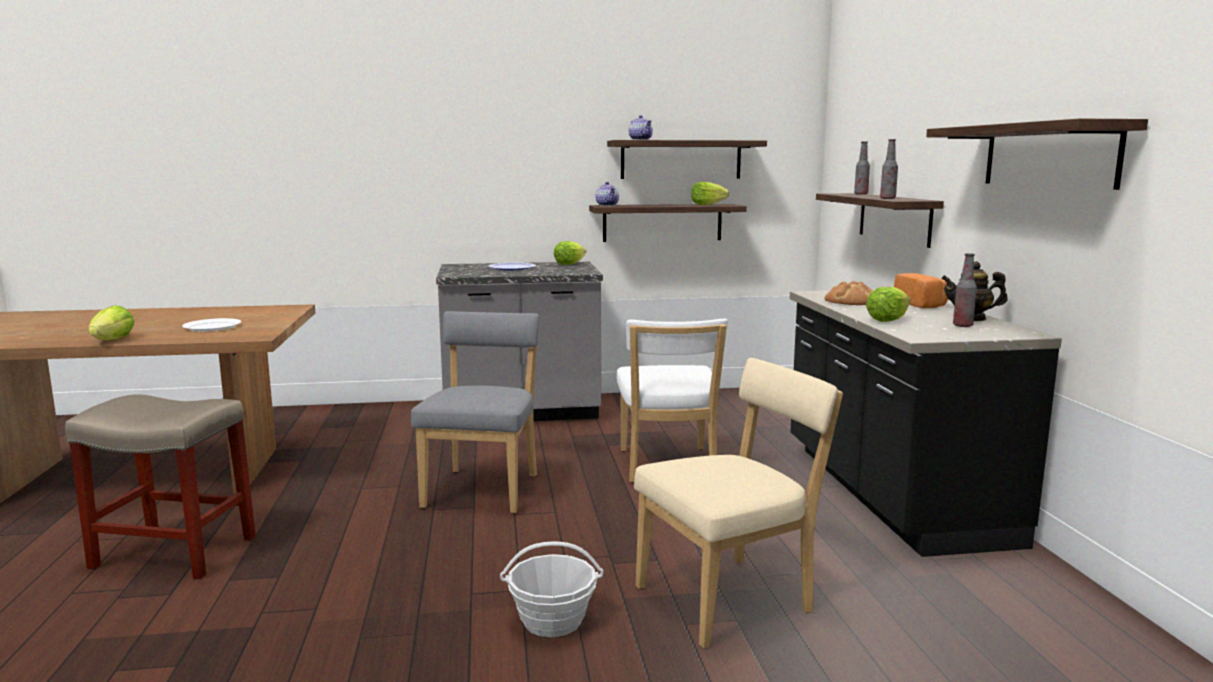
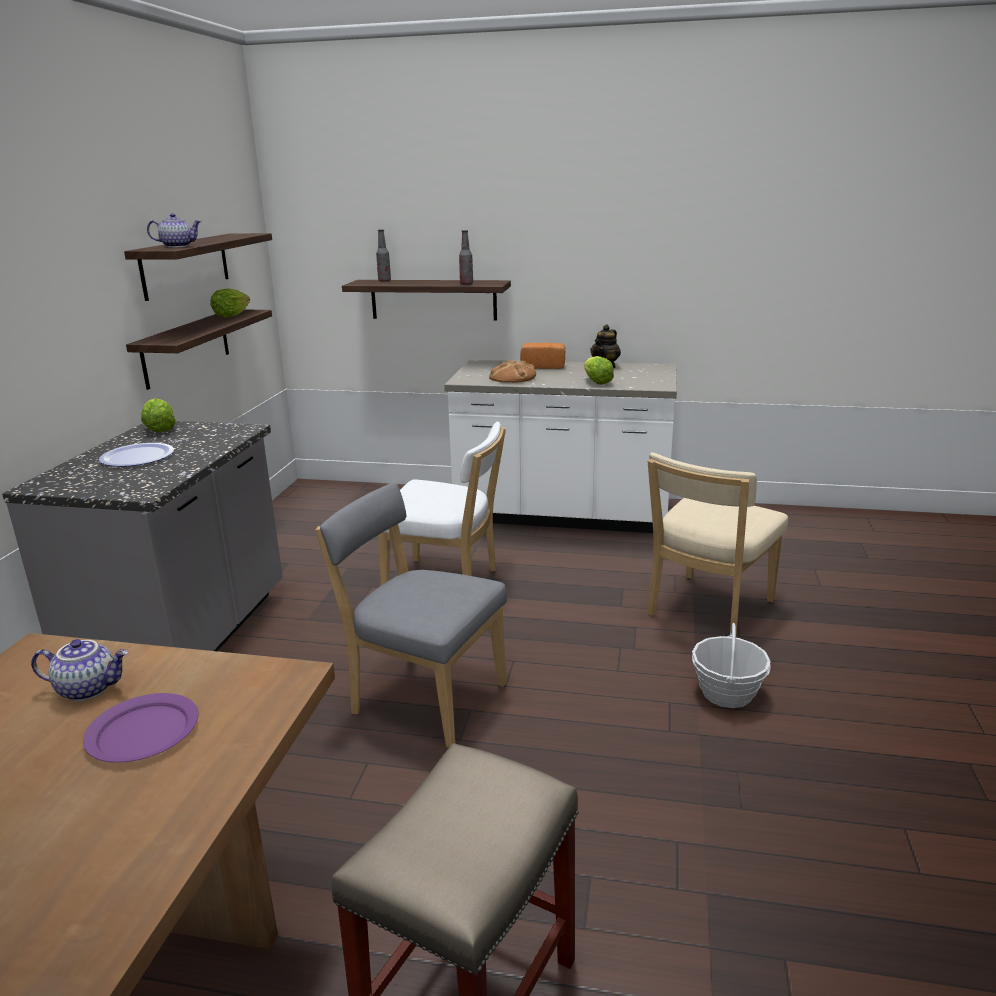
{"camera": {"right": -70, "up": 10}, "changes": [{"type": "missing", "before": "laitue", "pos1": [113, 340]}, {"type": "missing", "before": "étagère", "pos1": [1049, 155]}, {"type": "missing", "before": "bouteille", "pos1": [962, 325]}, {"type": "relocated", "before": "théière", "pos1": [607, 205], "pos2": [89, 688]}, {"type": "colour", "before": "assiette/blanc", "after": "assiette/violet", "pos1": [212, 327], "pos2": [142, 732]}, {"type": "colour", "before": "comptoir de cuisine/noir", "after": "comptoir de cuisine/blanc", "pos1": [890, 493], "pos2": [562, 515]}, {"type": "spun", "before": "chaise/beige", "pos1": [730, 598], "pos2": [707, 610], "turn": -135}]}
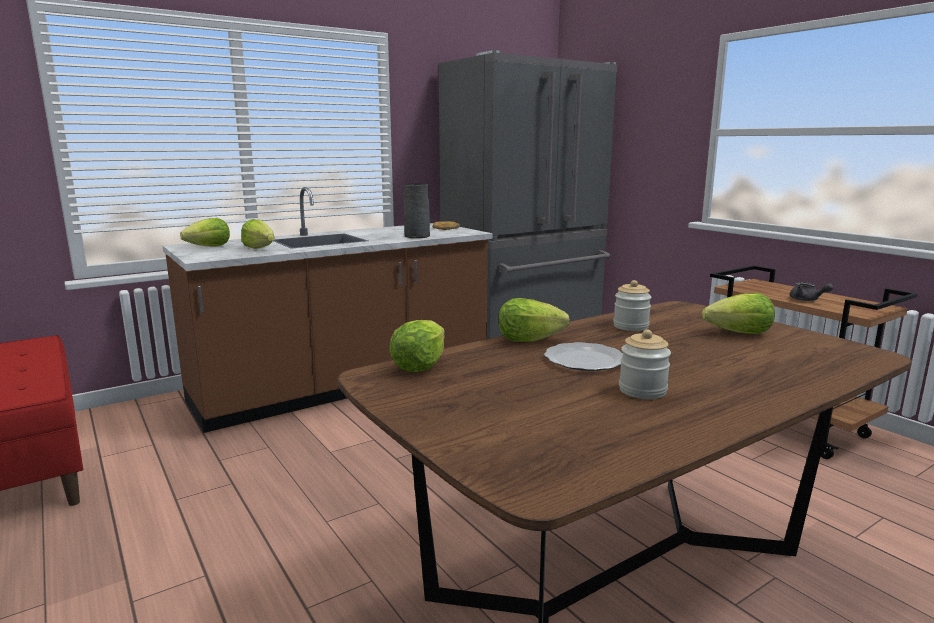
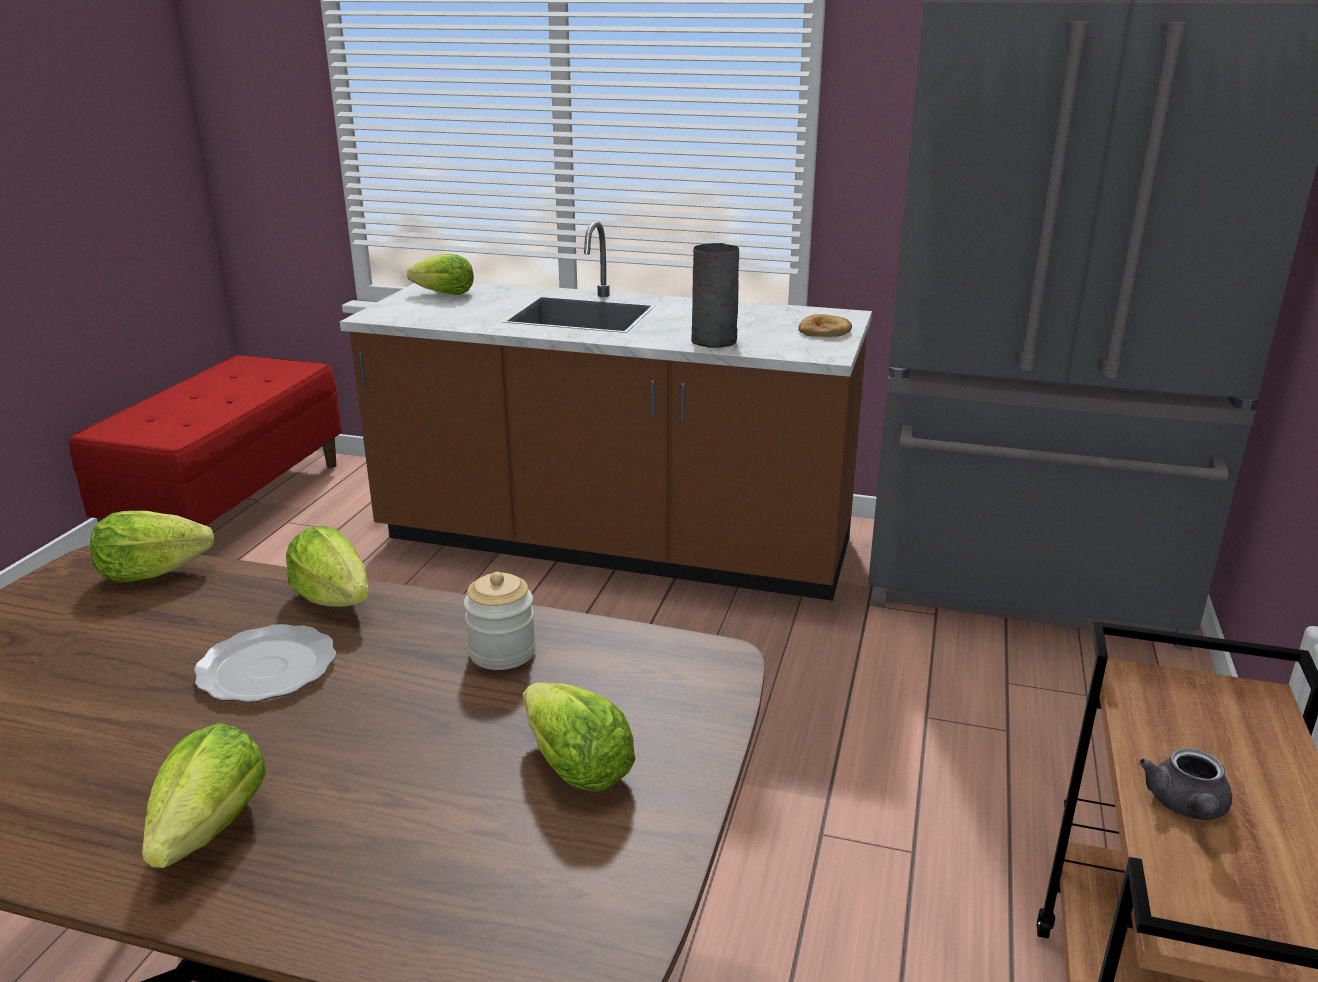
{"camera": {"right": 50, "up": 10}, "changes": [{"type": "missing", "before": "bocal", "pos1": [642, 390]}, {"type": "relocated", "before": "laitue", "pos1": [260, 248], "pos2": [212, 828]}]}
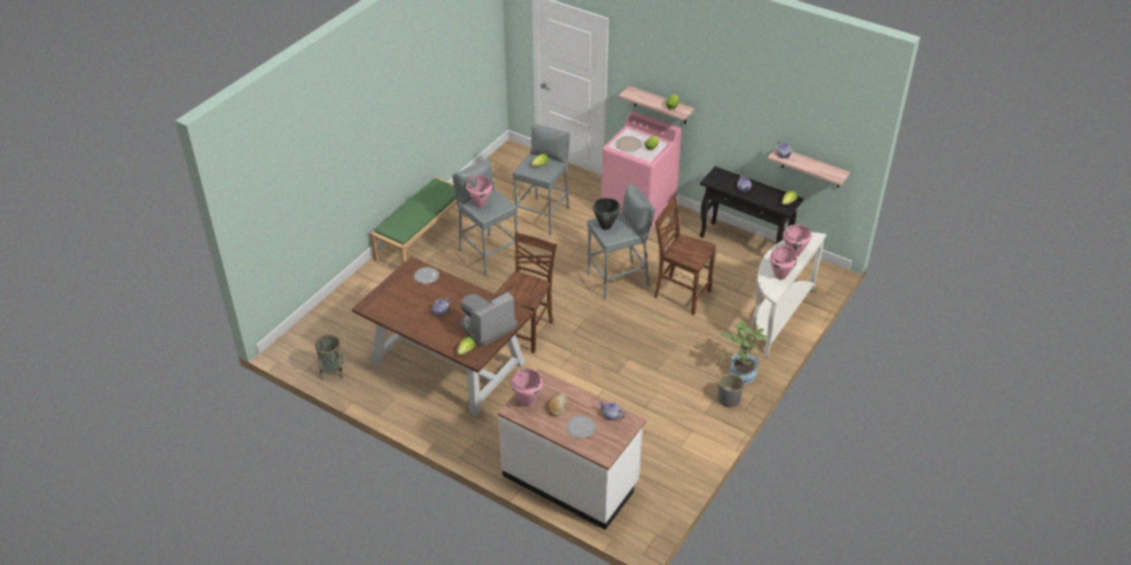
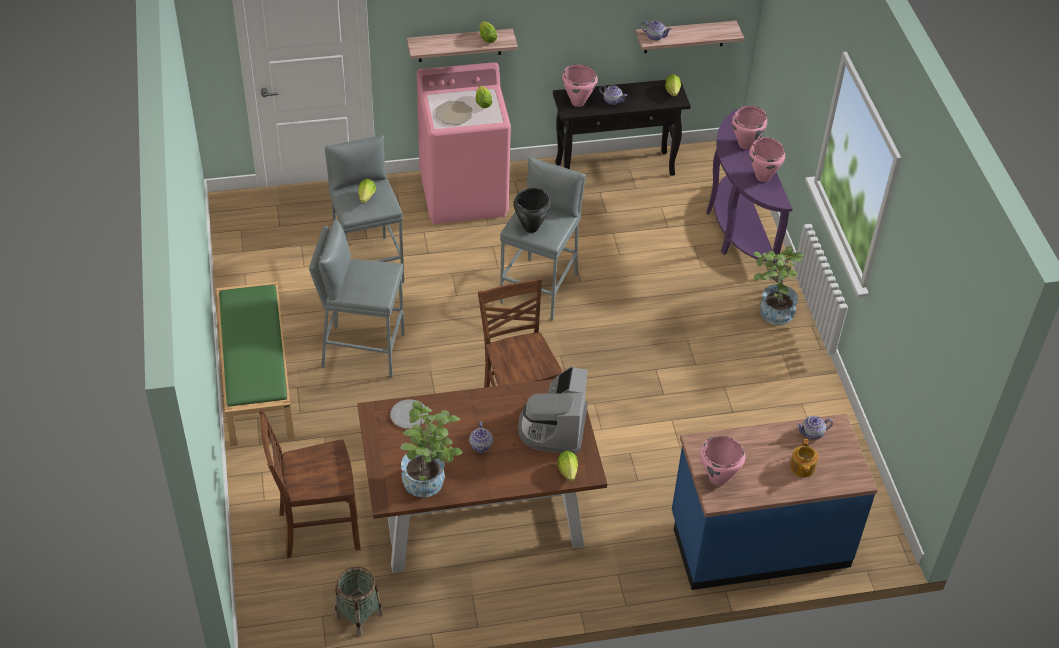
{"camera": {"right": -45, "up": 5}, "changes": [{"type": "missing", "before": "pain", "pos1": [557, 407]}, {"type": "missing", "before": "cache-pot/gris", "pos1": [729, 399]}, {"type": "appeared", "after": "plante en pot", "pos2": [429, 482]}, {"type": "relocated", "before": "marmite/rose", "pos1": [480, 204], "pos2": [577, 102]}, {"type": "relocated", "before": "chaise/marron", "pos1": [681, 294], "pos2": [317, 529]}, {"type": "exchanged", "before": "assiette", "after": "théière", "pos1": [580, 427], "pos2": [802, 467]}, {"type": "colour", "before": "comptoir de cuisine/blanc", "after": "comptoir de cuisine/bleu", "pos1": [571, 479], "pos2": [759, 541]}, {"type": "colour", "before": "table console/blanc", "after": "table console/violet", "pos1": [777, 317], "pos2": [736, 230]}]}
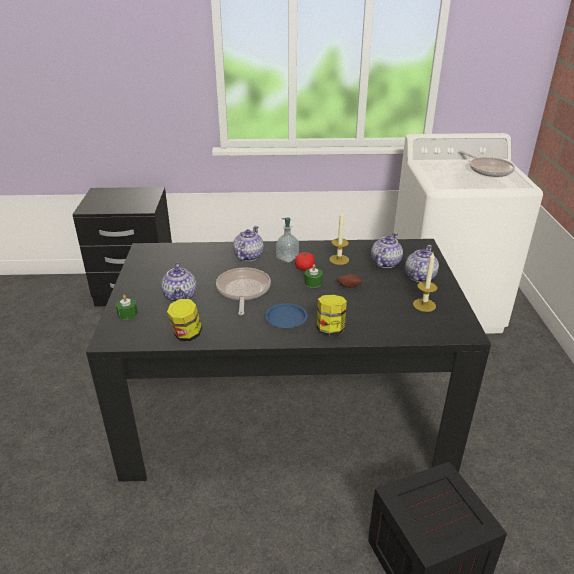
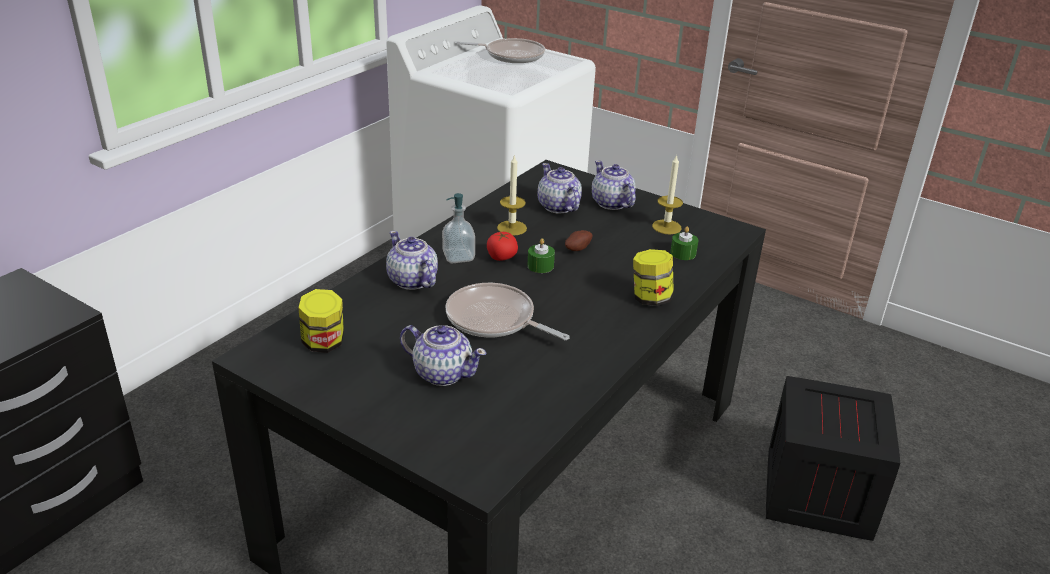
{"camera": {"right": -55, "up": 0}, "changes": [{"type": "missing", "before": "assiette/bleu", "pos1": [285, 318]}, {"type": "relocated", "before": "bougie/vert", "pos1": [127, 314], "pos2": [683, 253]}, {"type": "relocated", "before": "bocal", "pos1": [186, 335], "pos2": [324, 344]}]}
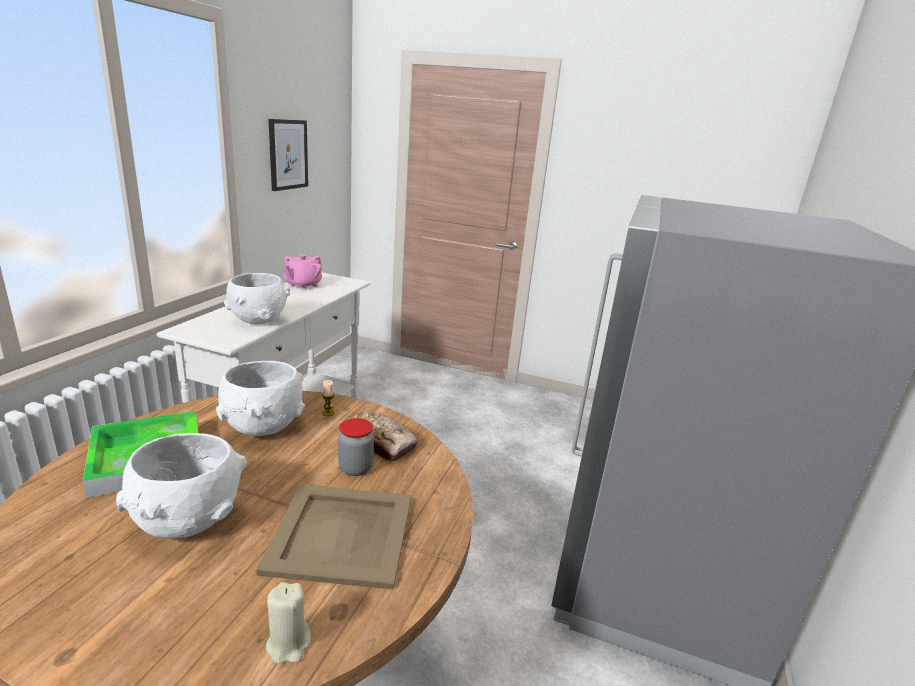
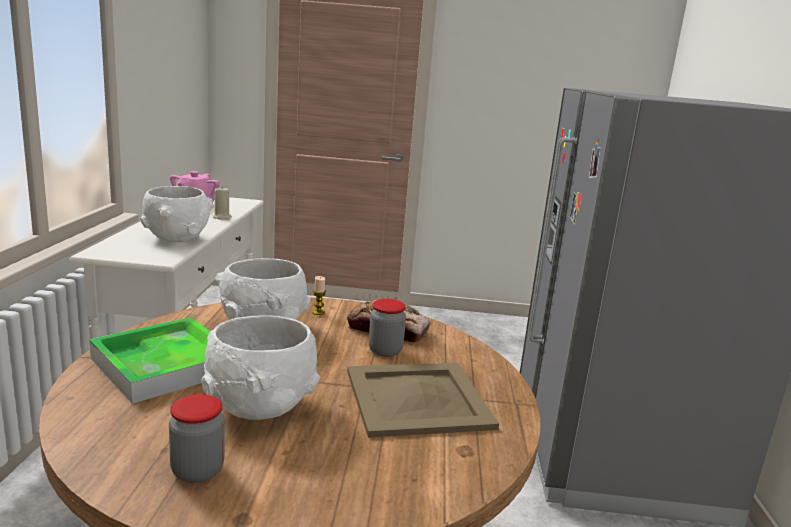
{"camera": {"right": -15, "up": -5}, "changes": [{"type": "missing", "before": "tableau", "pos1": [288, 154]}, {"type": "appeared", "after": "bocal", "pos2": [197, 471]}, {"type": "relocated", "before": "bougie/beige", "pos1": [289, 644], "pos2": [222, 217]}]}
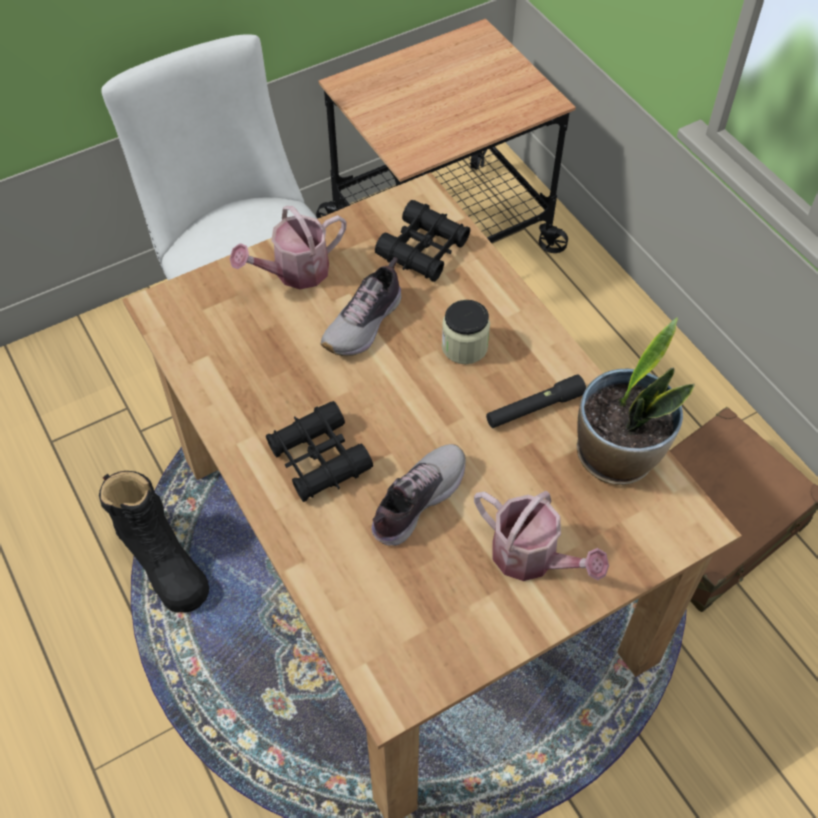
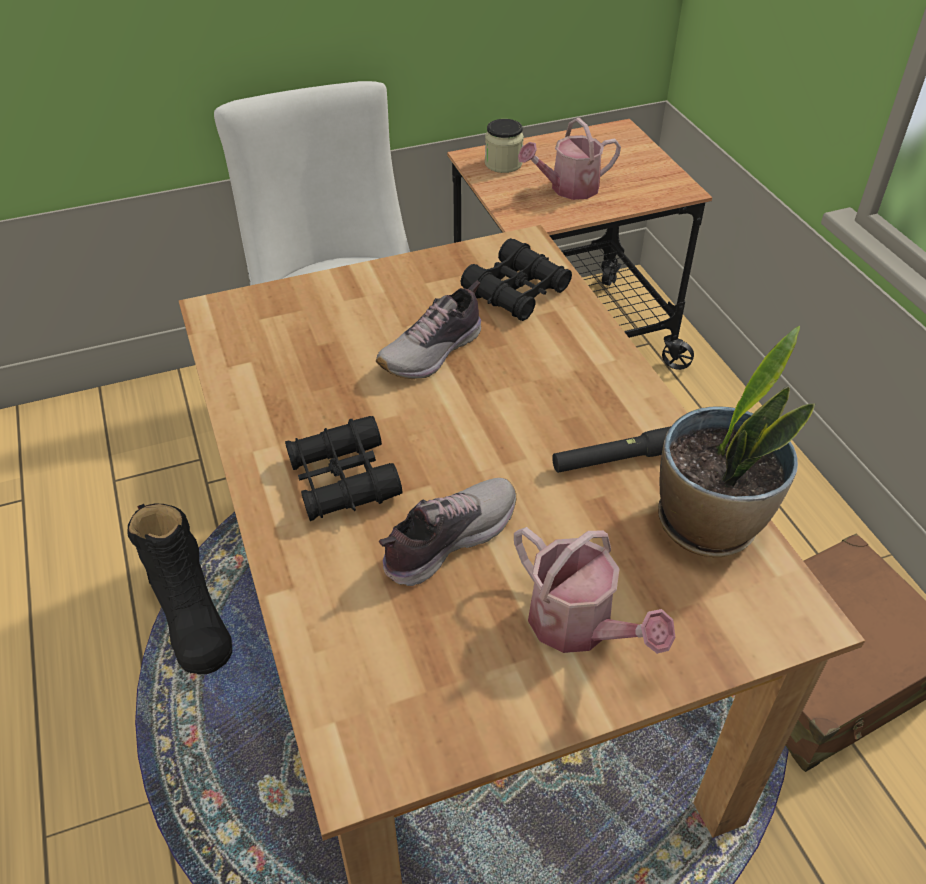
{"camera": {"right": 10, "up": -10}, "changes": [{"type": "relocated", "before": "arrosoir", "pos1": [294, 272], "pos2": [568, 189]}, {"type": "relocated", "before": "bocal", "pos1": [464, 346], "pos2": [503, 164]}]}
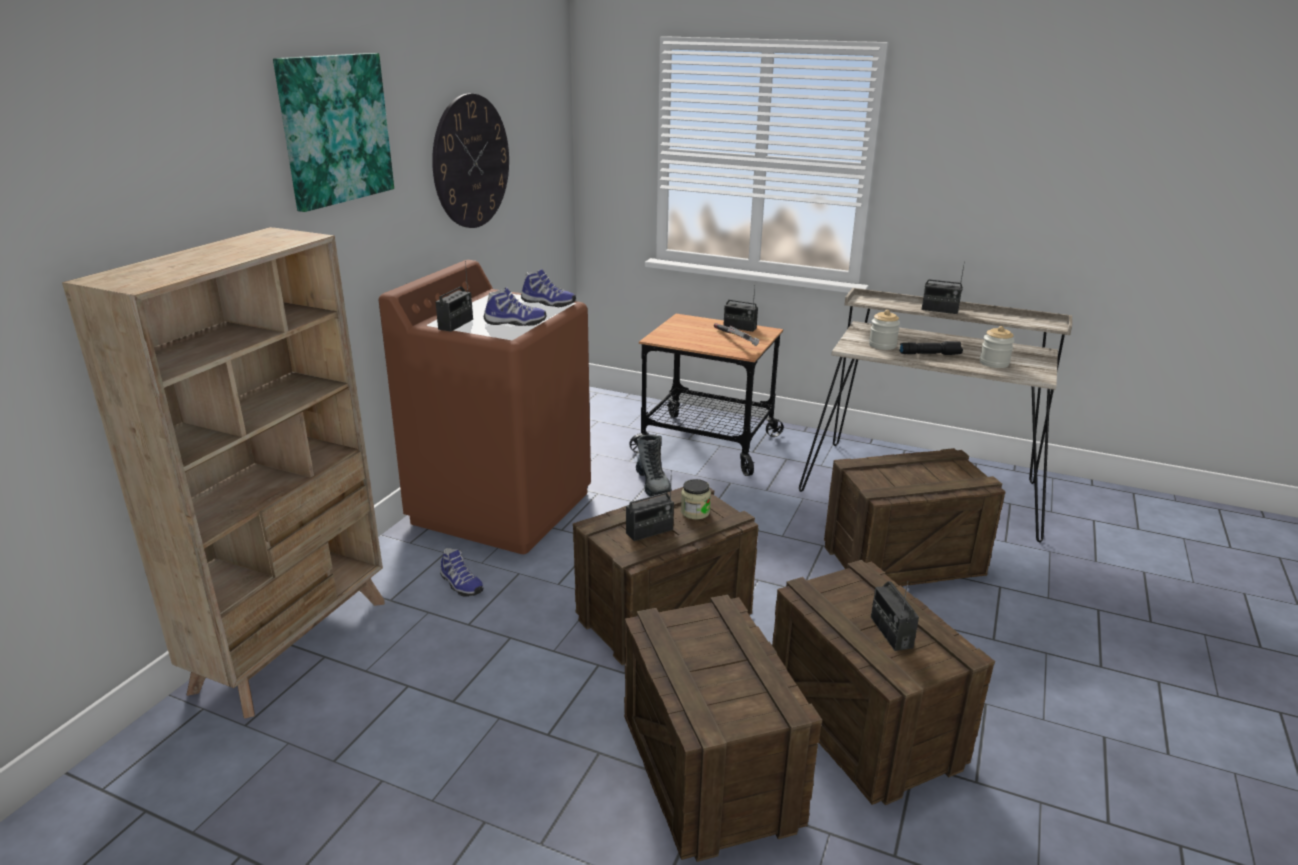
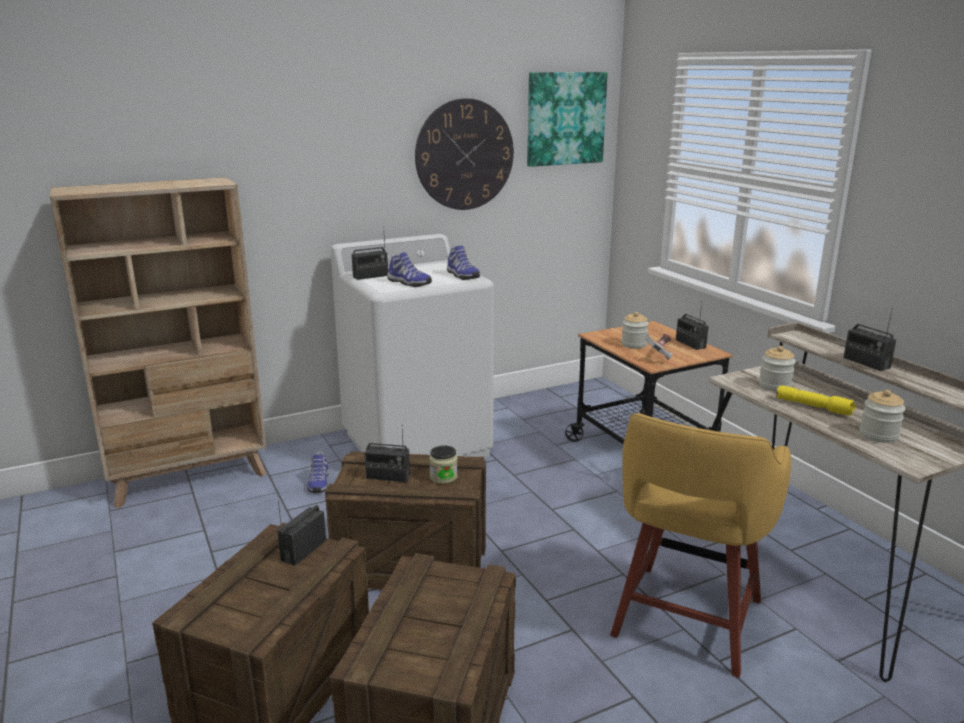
{"camera": {"right": 40, "up": -5}, "changes": [{"type": "missing", "before": "botte", "pos1": [653, 484]}, {"type": "appeared", "after": "bocal", "pos2": [633, 344]}, {"type": "relocated", "before": "tableau", "pos1": [335, 129], "pos2": [565, 118]}, {"type": "relocated", "before": "radio", "pos1": [891, 632], "pos2": [303, 550]}, {"type": "exchanged", "before": "caisse", "after": "tabouret/jaune", "pos1": [902, 559], "pos2": [685, 621]}, {"type": "colour", "before": "lave-linge/marron", "after": "lave-linge/blanc", "pos1": [502, 506], "pos2": [417, 444]}, {"type": "colour", "before": "lampe de poche/noir", "after": "lampe de poche/jaune", "pos1": [930, 354], "pos2": [814, 407]}]}
